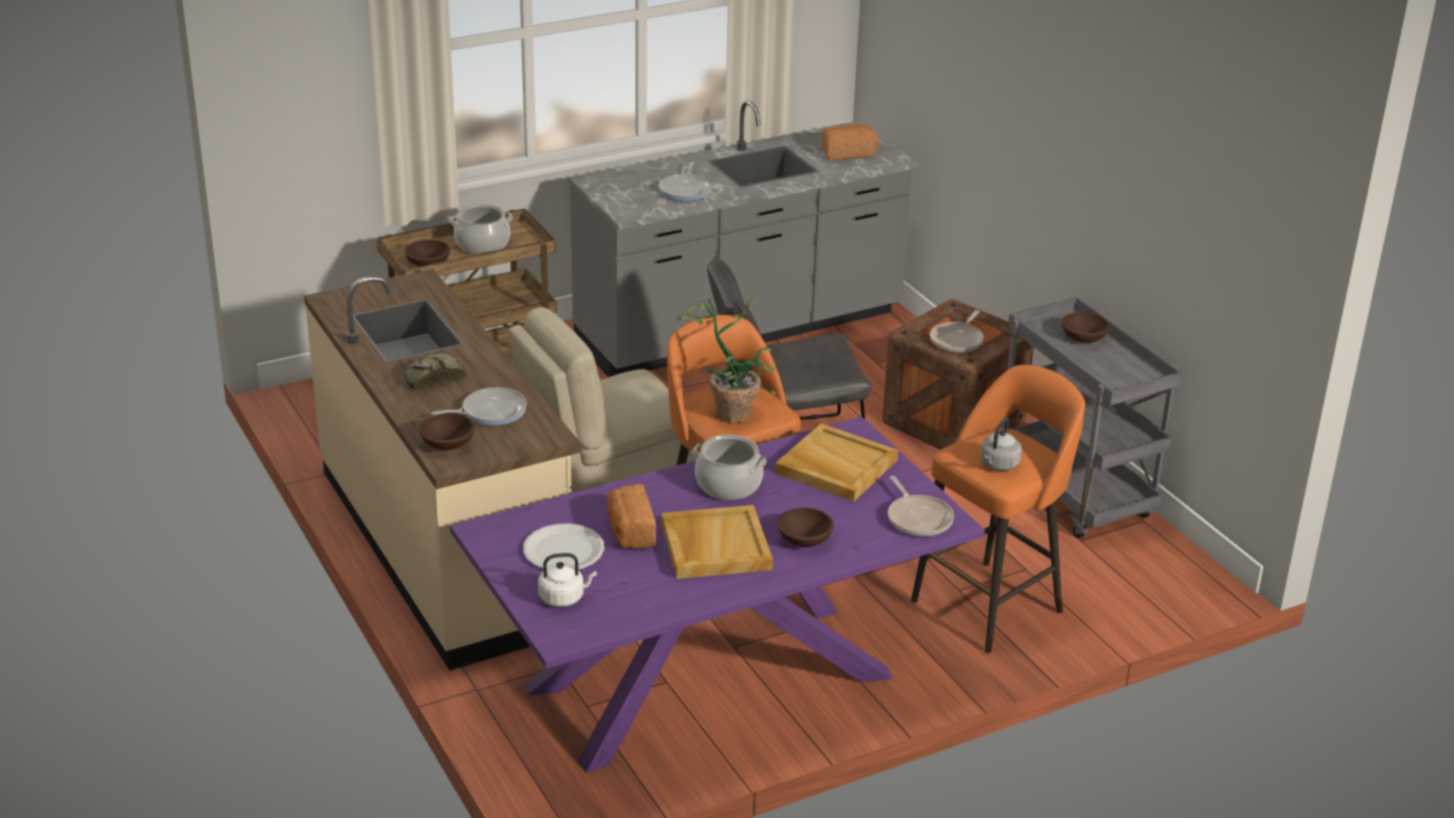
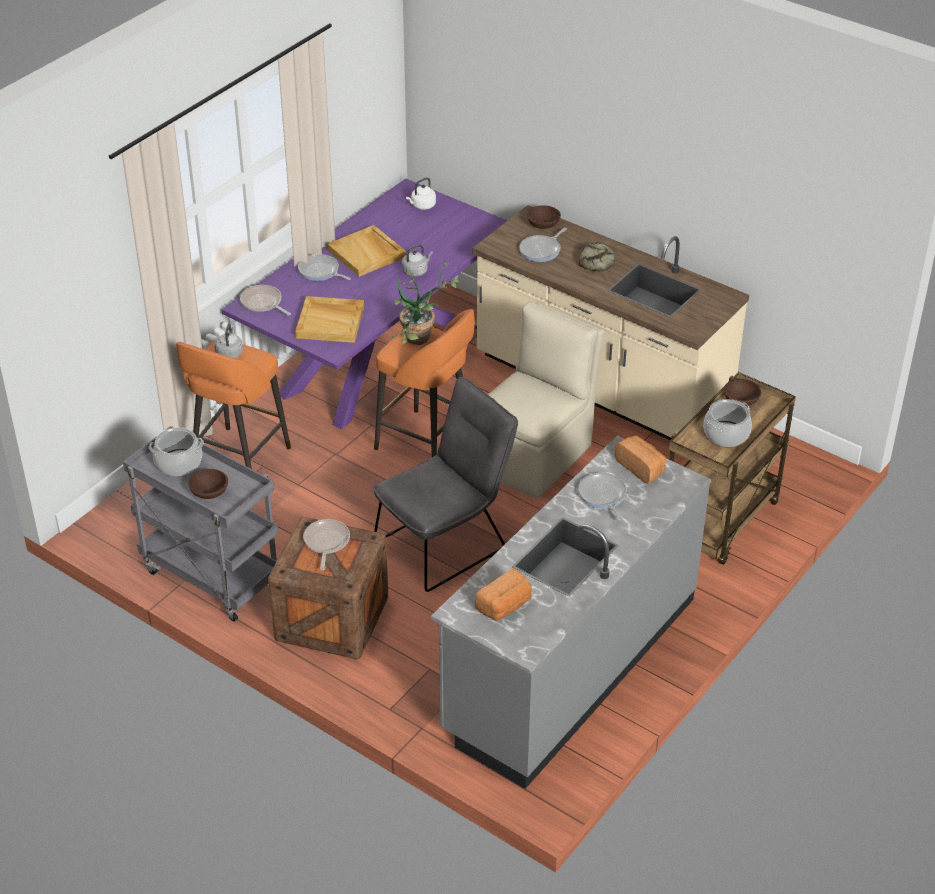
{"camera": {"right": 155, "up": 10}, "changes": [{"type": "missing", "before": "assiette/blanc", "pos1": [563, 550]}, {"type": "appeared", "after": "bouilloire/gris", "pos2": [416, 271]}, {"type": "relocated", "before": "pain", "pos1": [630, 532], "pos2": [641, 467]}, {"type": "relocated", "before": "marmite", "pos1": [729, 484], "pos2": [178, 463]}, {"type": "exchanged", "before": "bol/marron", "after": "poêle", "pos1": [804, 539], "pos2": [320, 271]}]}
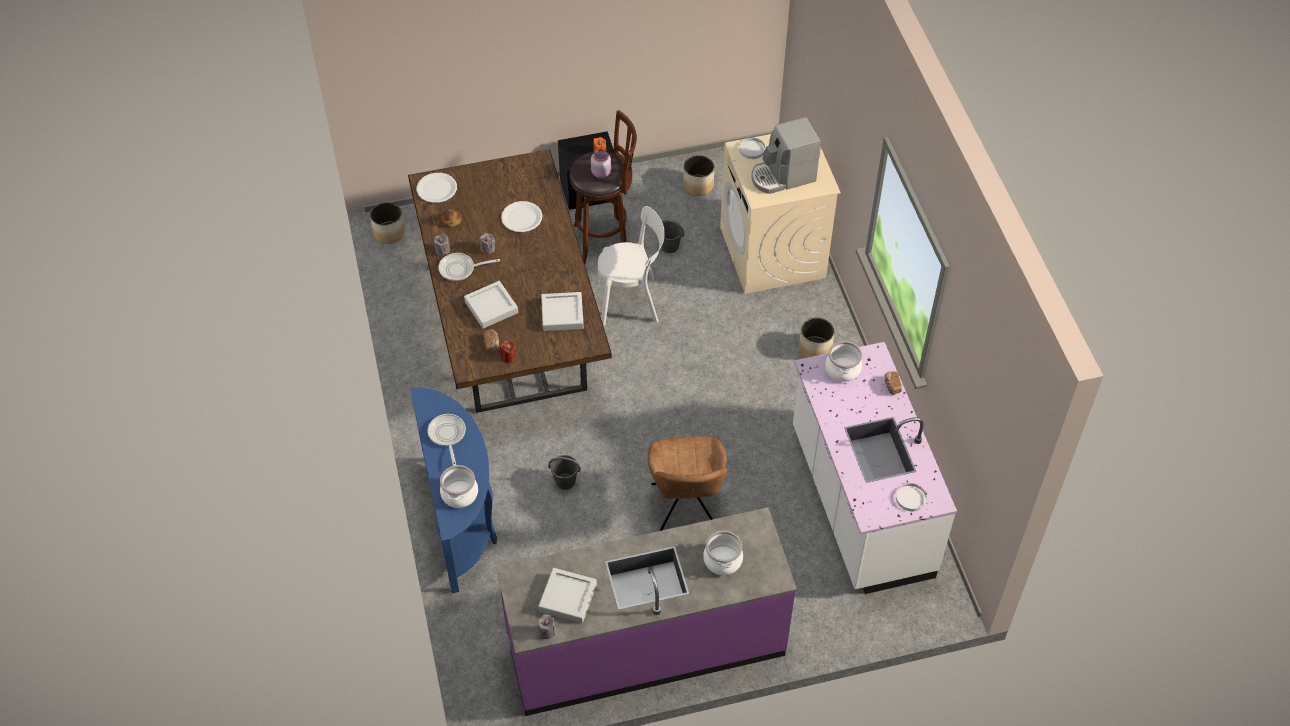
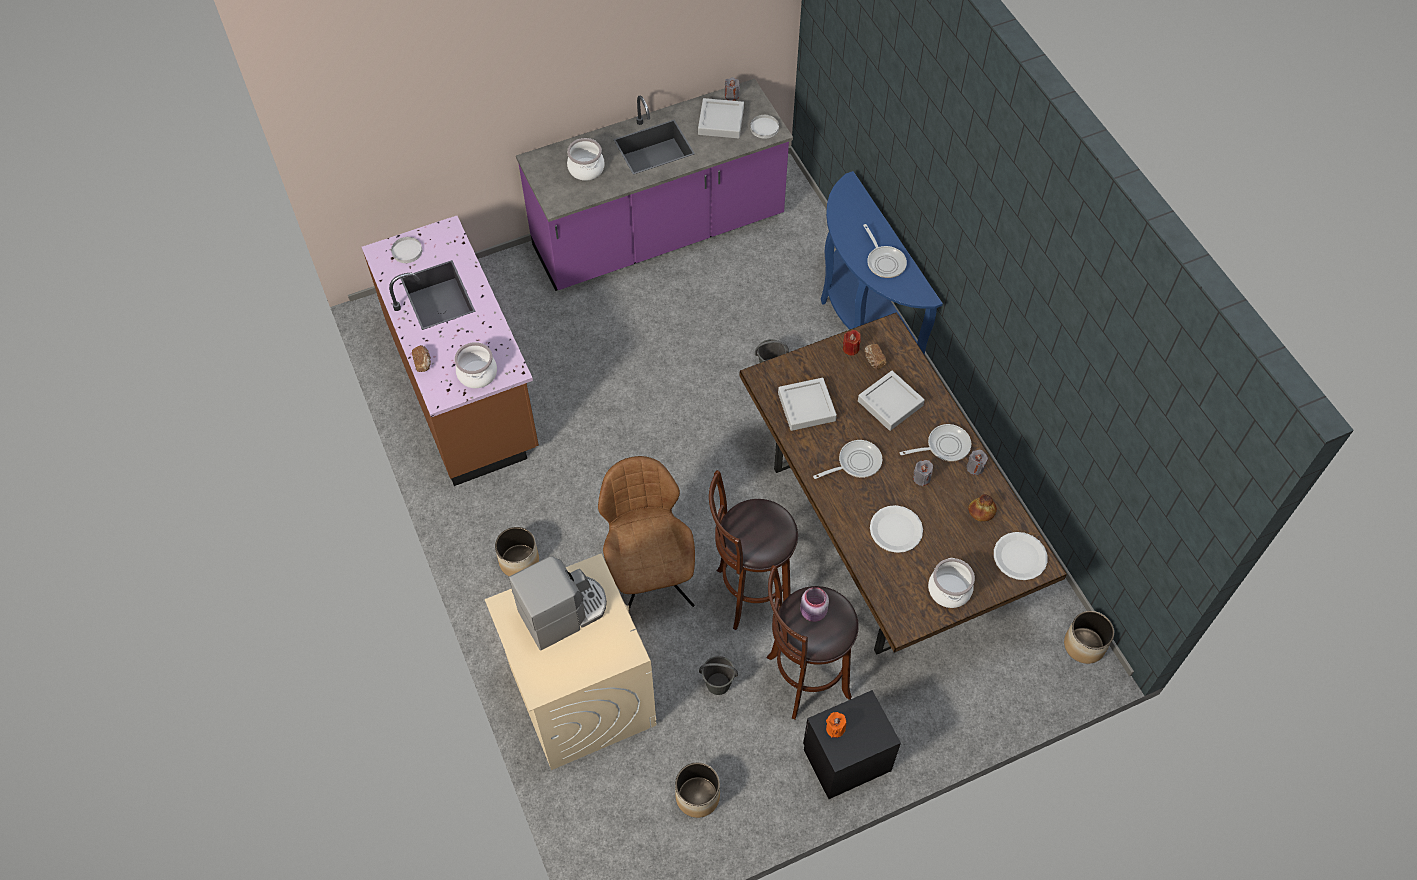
{"camera": {"right": 170, "up": 5}, "changes": [{"type": "appeared", "after": "poêle", "pos2": [855, 463]}, {"type": "relocated", "before": "marmite", "pos1": [460, 494], "pos2": [948, 590]}, {"type": "relocated", "before": "chaise/marron", "pos1": [686, 512], "pos2": [649, 579]}, {"type": "relocated", "before": "assiette/blanc", "pos1": [752, 149], "pos2": [764, 128]}, {"type": "exchanged", "before": "chaise/blanc", "after": "tabouret/marron", "pos1": [631, 300], "pos2": [749, 593]}, {"type": "colour", "before": "comptoir de cuisine/blanc", "after": "comptoir de cuisine/marron", "pos1": [859, 503], "pos2": [465, 388]}]}
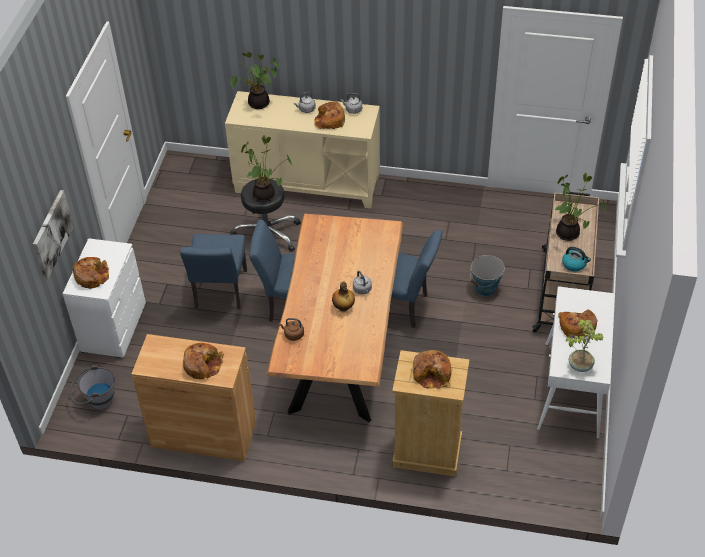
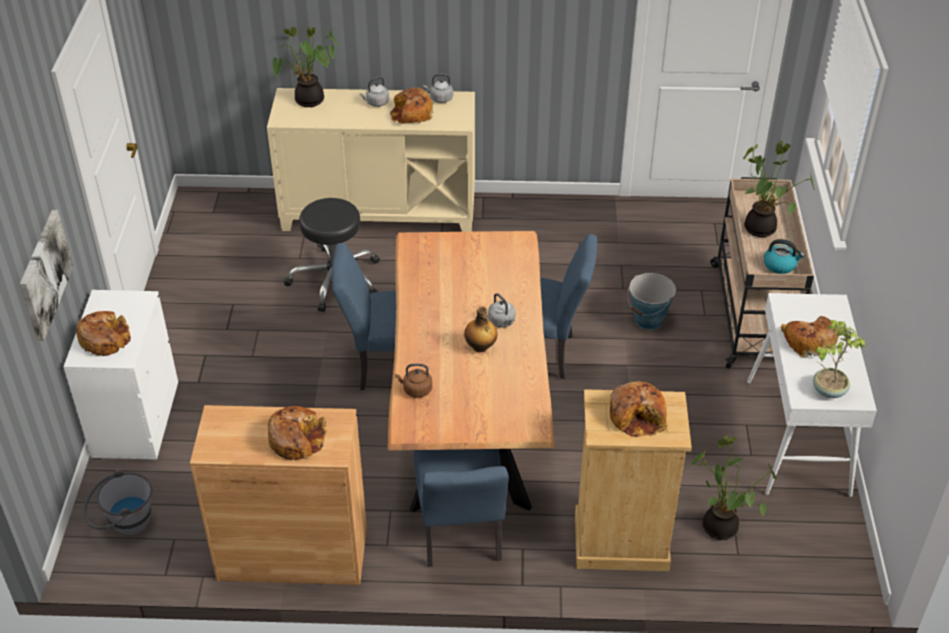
{"camera": {"right": -10, "up": -5}, "changes": [{"type": "relocated", "before": "chaise/bleu", "pos1": [220, 293], "pos2": [460, 536]}, {"type": "relocated", "before": "plante en pot", "pos1": [266, 195], "pos2": [722, 526]}]}
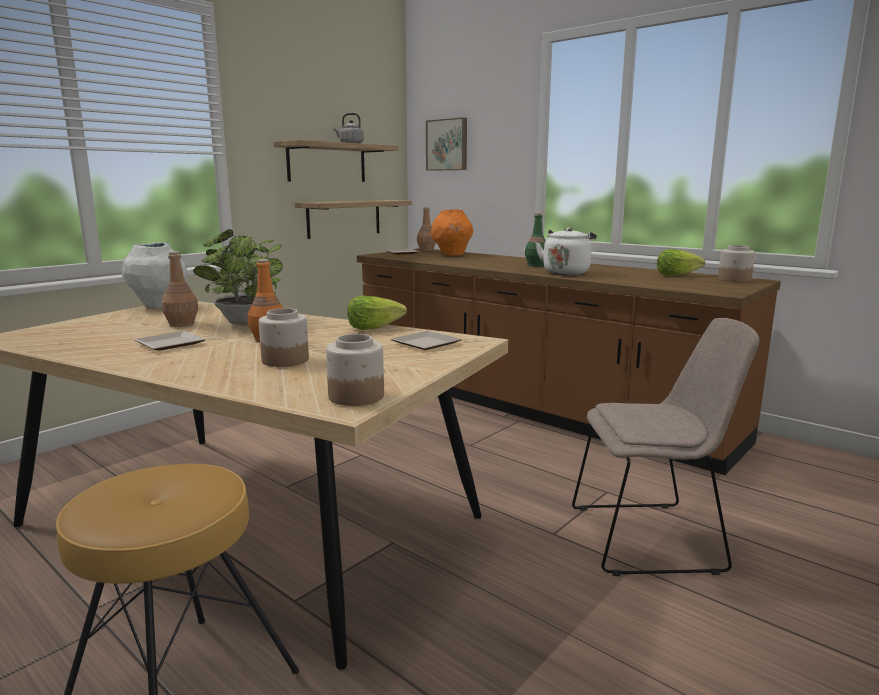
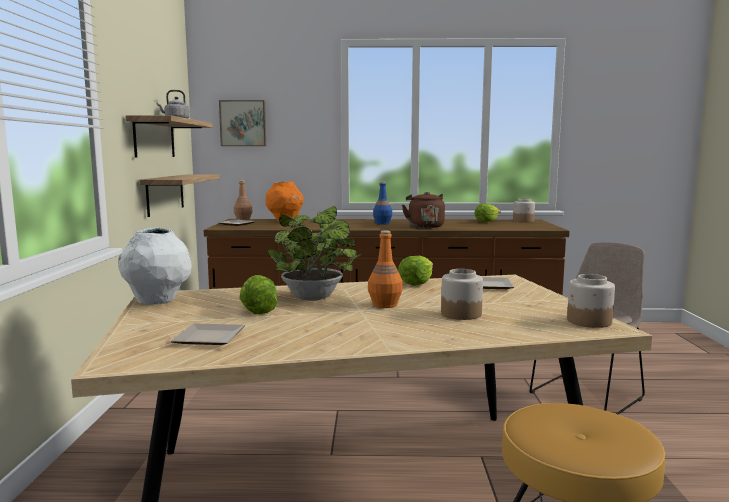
{"camera": {"right": -40, "up": -5}, "changes": [{"type": "relocated", "before": "assiette", "pos1": [173, 344], "pos2": [212, 337]}, {"type": "exchanged", "before": "bouteille/marron", "after": "laitue", "pos1": [181, 324], "pos2": [256, 310]}, {"type": "colour", "before": "bouteille/vert", "after": "bouteille/bleu", "pos1": [536, 265], "pos2": [382, 223]}, {"type": "colour", "before": "bouilloire/blanc", "after": "bouilloire/marron", "pos1": [566, 272], "pos2": [425, 226]}]}
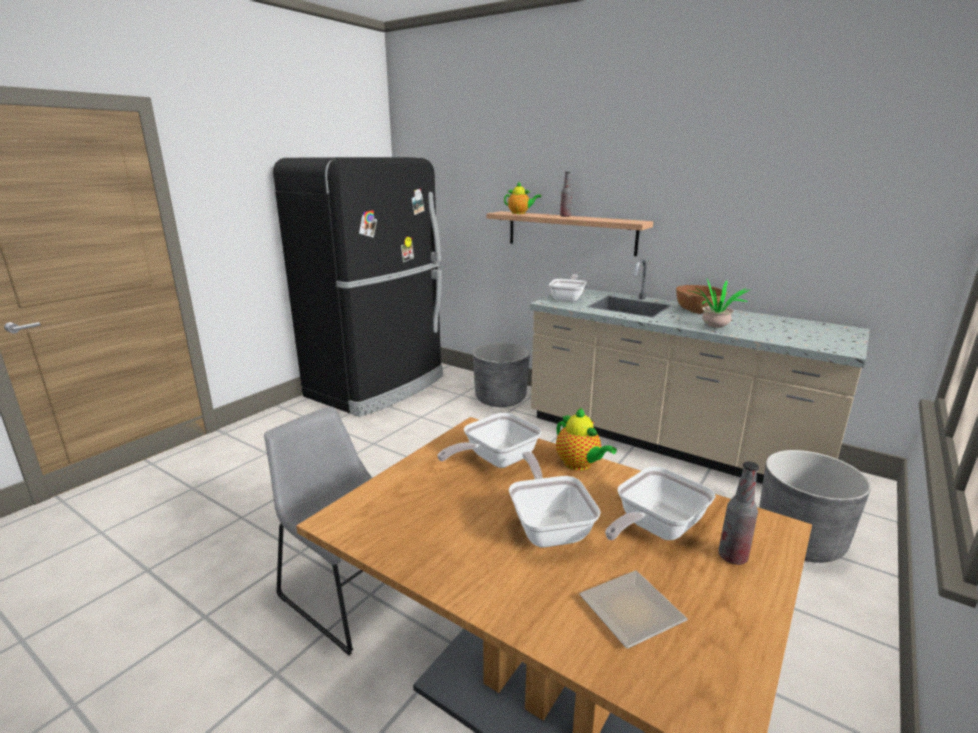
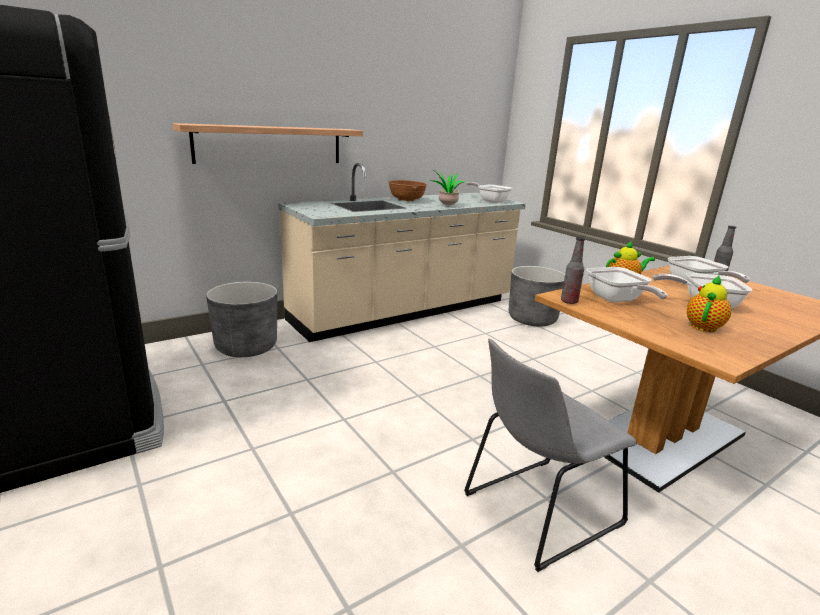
{"camera": {"right": -70, "up": 0}, "changes": [{"type": "missing", "before": "assiette", "pos1": [631, 609]}, {"type": "relocated", "before": "théière", "pos1": [520, 213], "pos2": [704, 326]}, {"type": "relocated", "before": "poêle", "pos1": [568, 299], "pos2": [490, 201]}, {"type": "relocated", "before": "bouteille", "pos1": [565, 216], "pos2": [569, 301]}]}
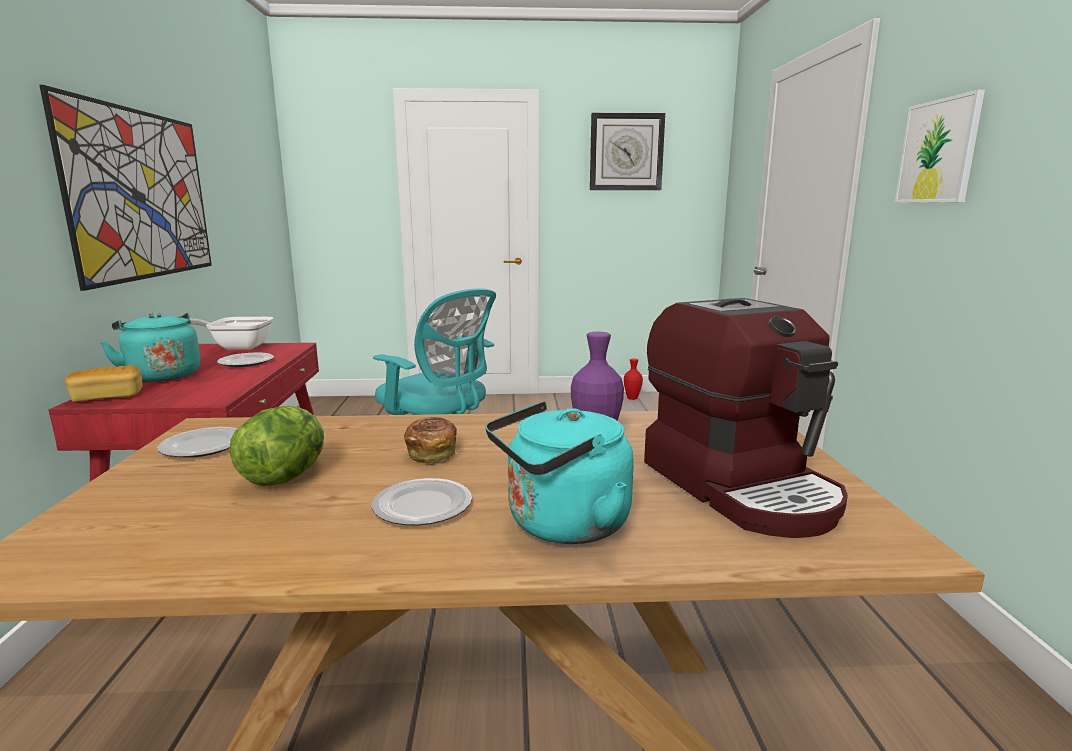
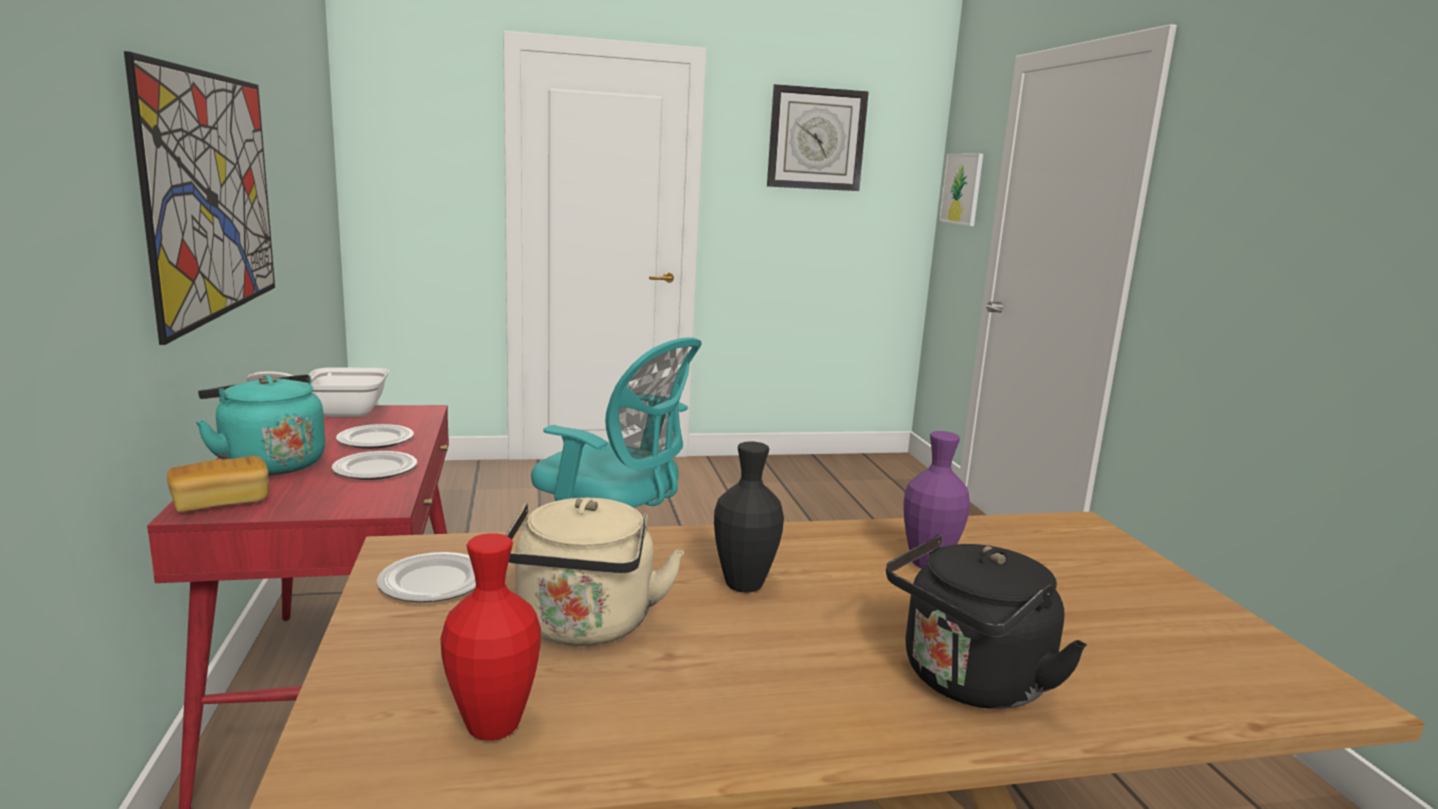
{"camera": {"right": -10, "up": 0}, "changes": [{"type": "missing", "before": "machine à café", "pos1": [741, 486]}, {"type": "relocated", "before": "assiette", "pos1": [423, 507], "pos2": [376, 470]}, {"type": "relocated", "before": "vase/rouge", "pos1": [632, 398], "pos2": [493, 727]}, {"type": "relocated", "before": "tableau", "pos1": [938, 151], "pos2": [962, 189]}, {"type": "exchanged", "before": "laitue", "after": "bouilloire/beige", "pos1": [285, 476], "pos2": [584, 627]}, {"type": "exchanged", "before": "pain", "after": "vase/noir", "pos1": [432, 453], "pos2": [744, 585]}, {"type": "colour", "before": "bouilloire/turquoise", "after": "bouilloire/noir", "pos1": [561, 525], "pos2": [969, 683]}]}
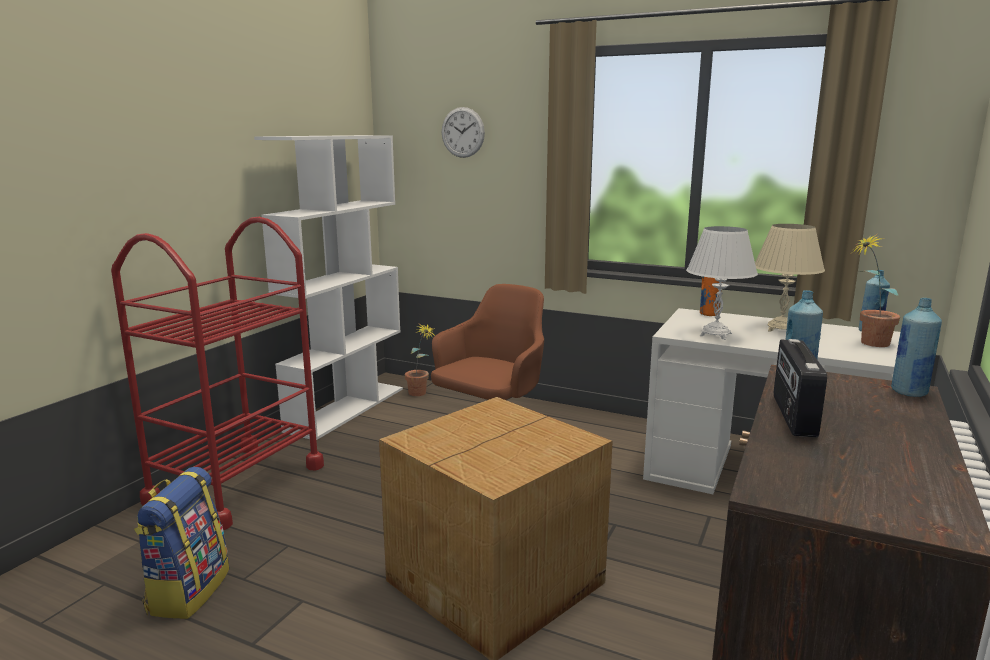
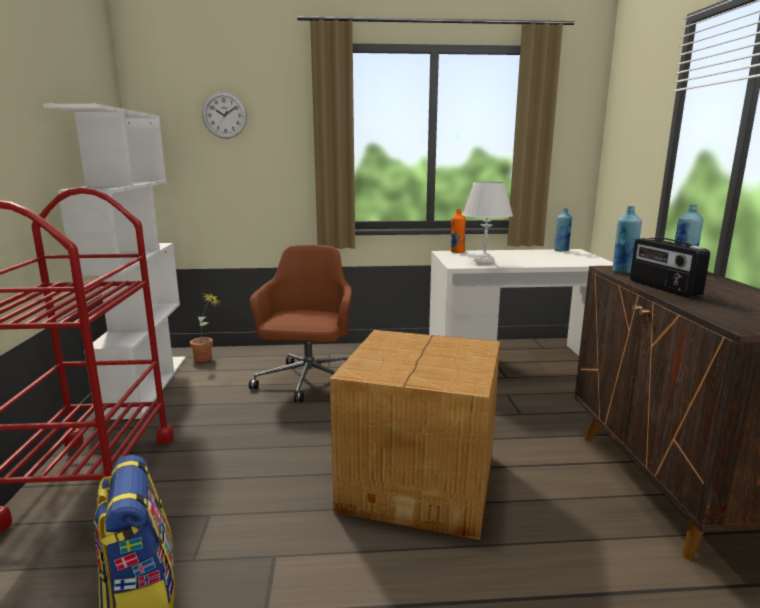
{"camera": {"right": -30, "up": 0}, "changes": [{"type": "missing", "before": "lampe de table/beige", "pos1": [781, 329]}, {"type": "missing", "before": "plante en pot", "pos1": [867, 343]}]}
